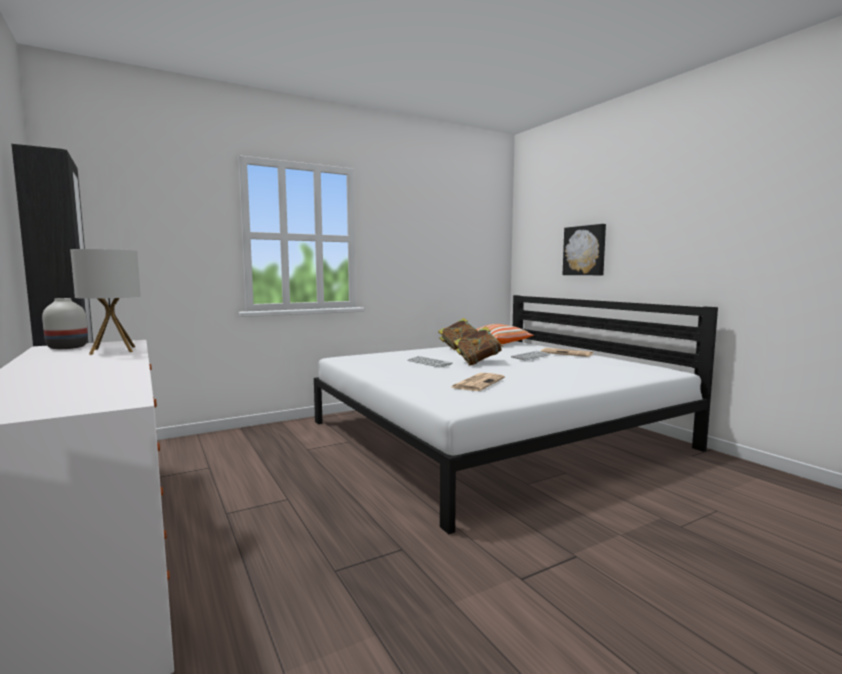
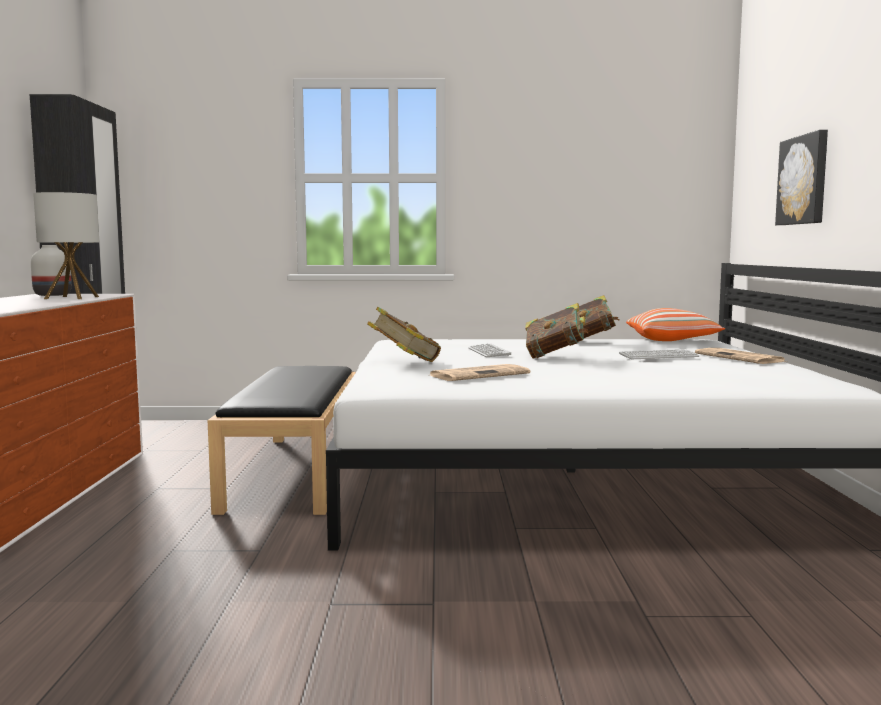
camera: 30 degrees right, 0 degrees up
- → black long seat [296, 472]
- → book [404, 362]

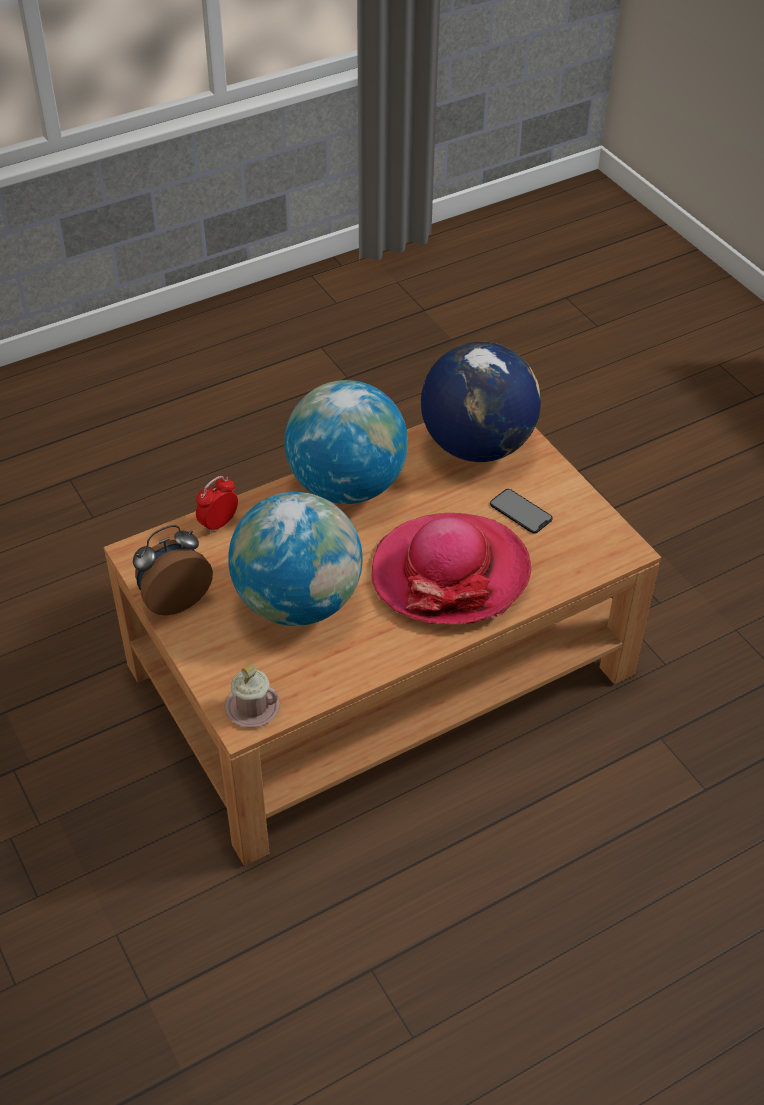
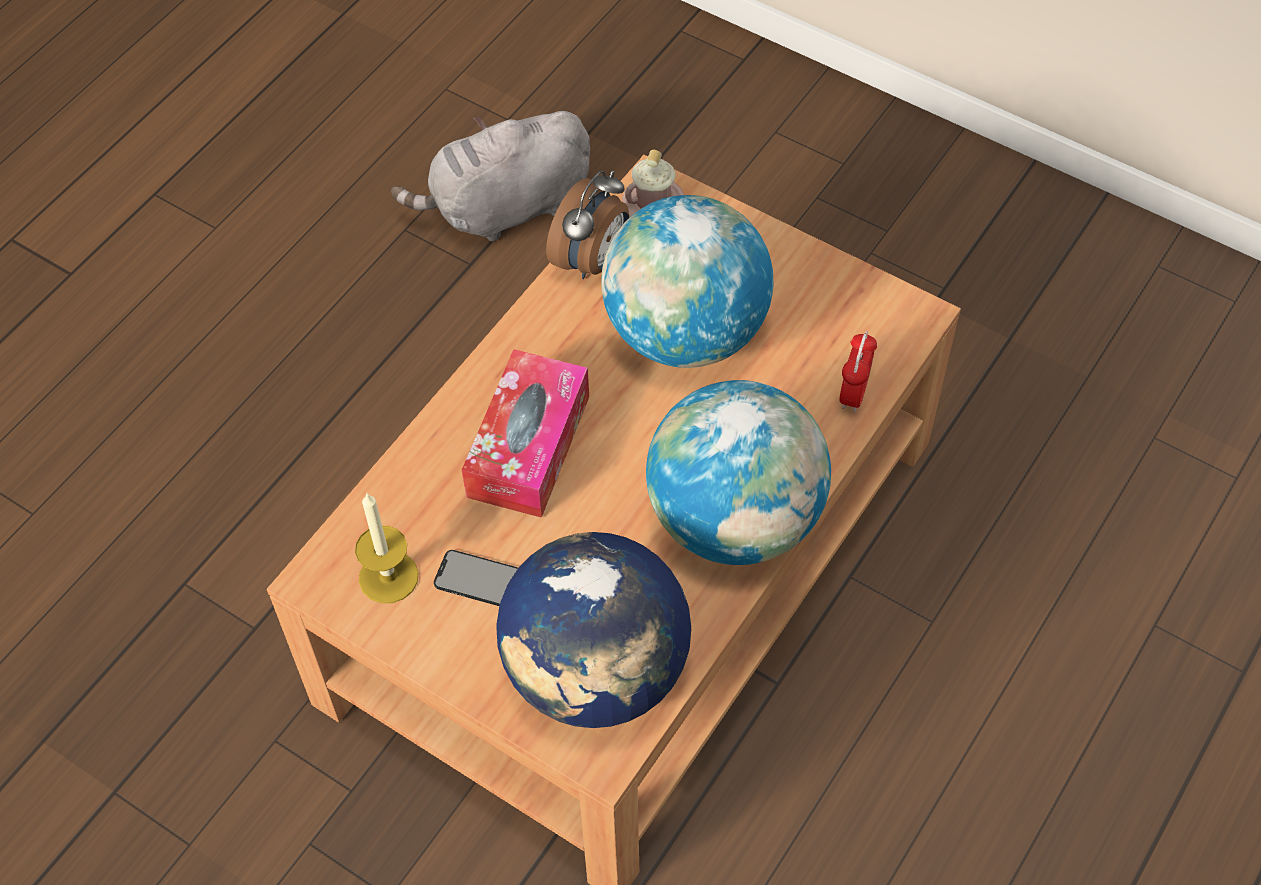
camera: 155 degrees right, 10 degrees up
bedside clock [174, 599] → bedside clock [593, 260], move
hat [450, 573] → tissue box [528, 446]
- → wax light [388, 577]
- → greyish cuddly toy [505, 208]

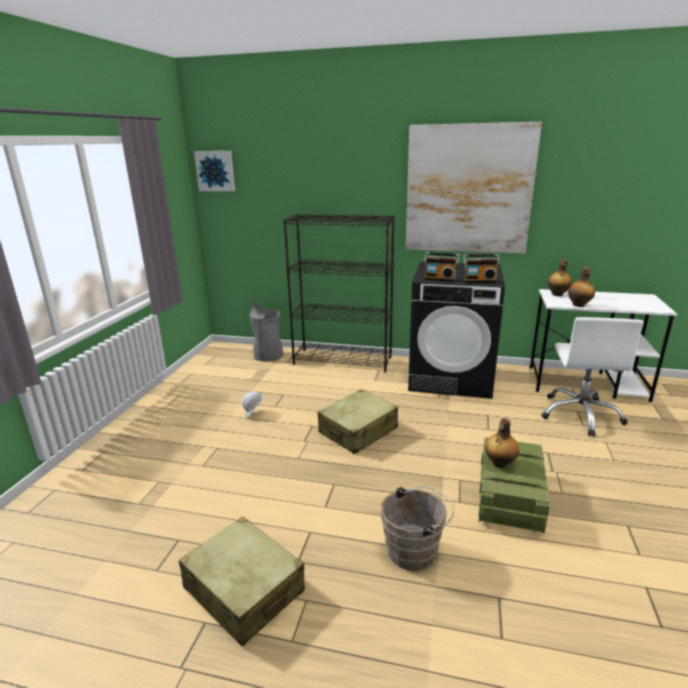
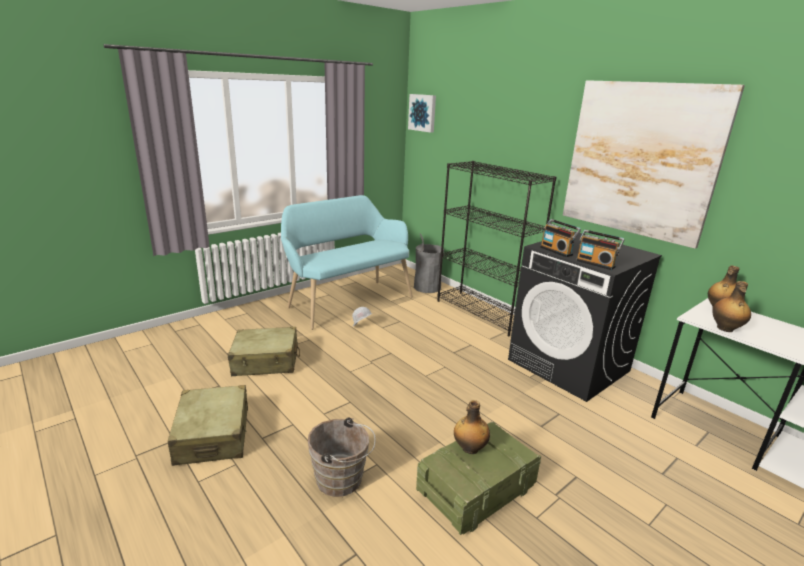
camera: 35 degrees right, 0 degrees up
beige-coloured suitcase [358, 431] → beige-coloured suitcase [266, 361], move
white-coloured desk chair [580, 414] → -
- → turquoise long seat [347, 301]

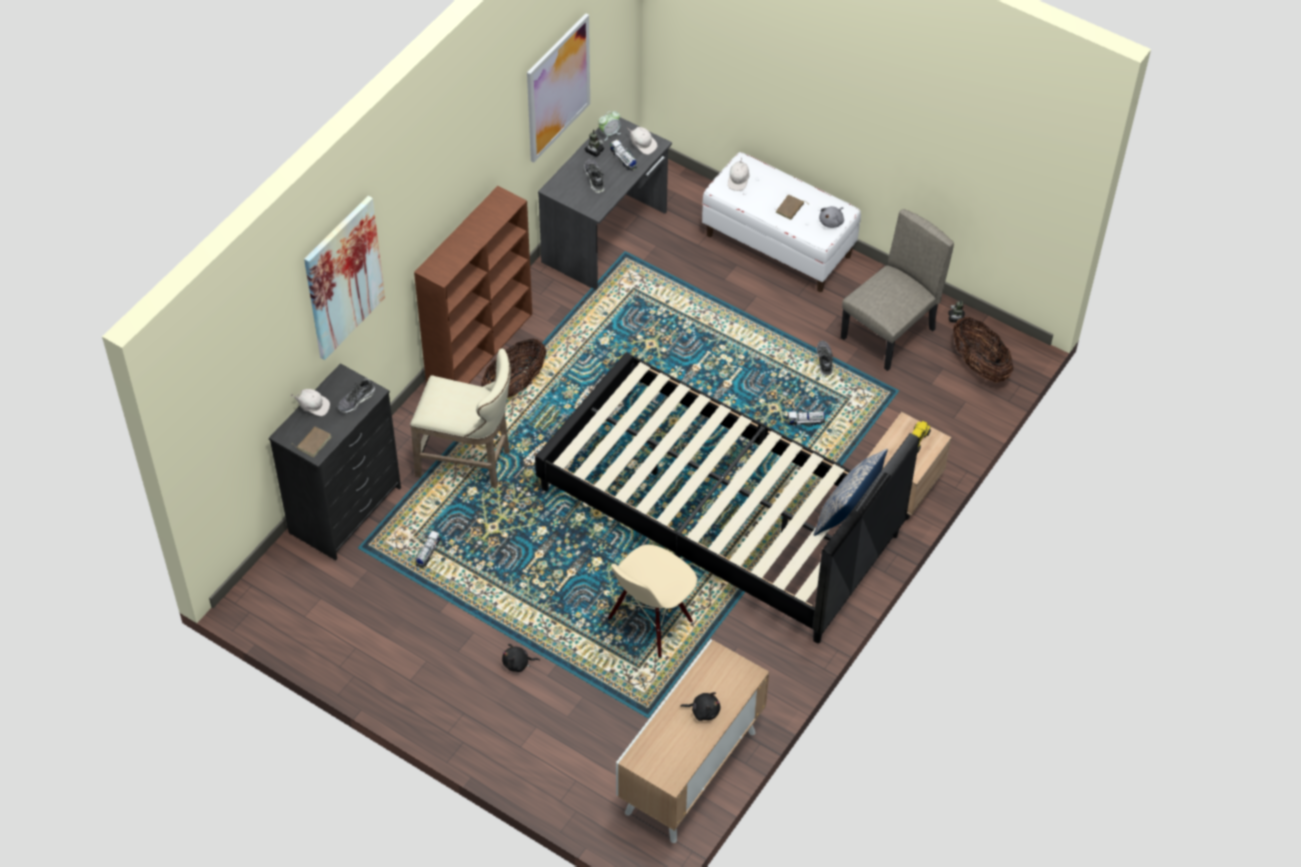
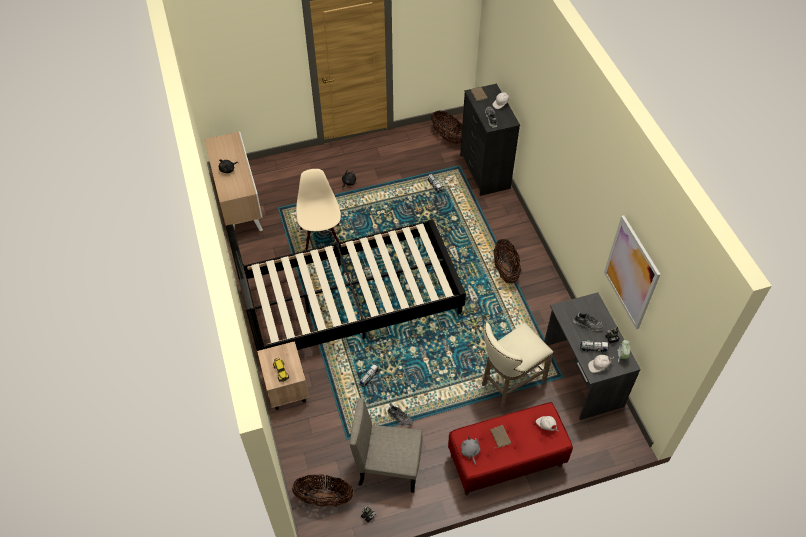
camera: 130 degrees right, 0 degrees up
picture [343, 277] → -
beige-coloured stool seat [469, 463] → beige-coloured stool seat [509, 383], move
brown-coloured shelving unit [480, 347] → -
white-coloured long seat [779, 245] → red-coloured long seat [506, 461]
throw pillow [847, 514] → -
beige-coloured upright chair [889, 334] → beige-coloured upright chair [389, 467], 105 degrees clockwise
- → basket [447, 137]

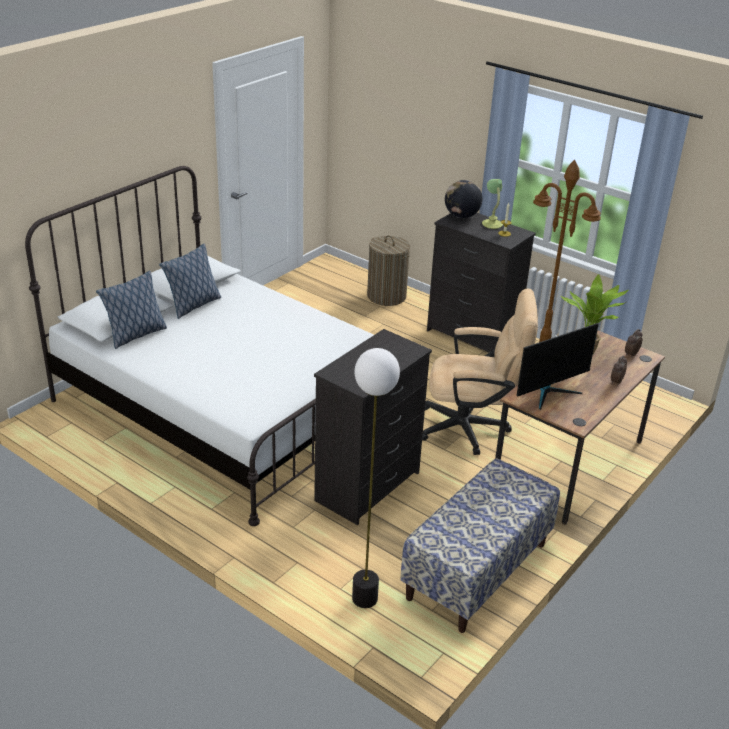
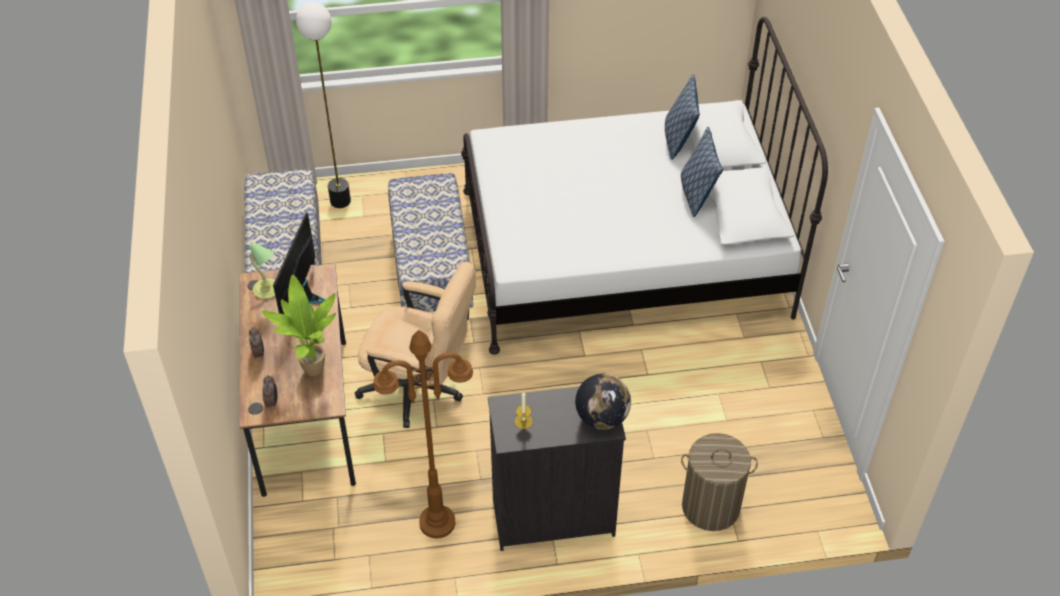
camera: 135 degrees right, 15 degrees up
black chest of drawers [369, 486] → long seat [432, 273]
beige-coloured desk chair [472, 428] → beige-coloured desk chair [420, 389], 120 degrees counterclockwise
table lamp [492, 224] → table lamp [267, 290], move

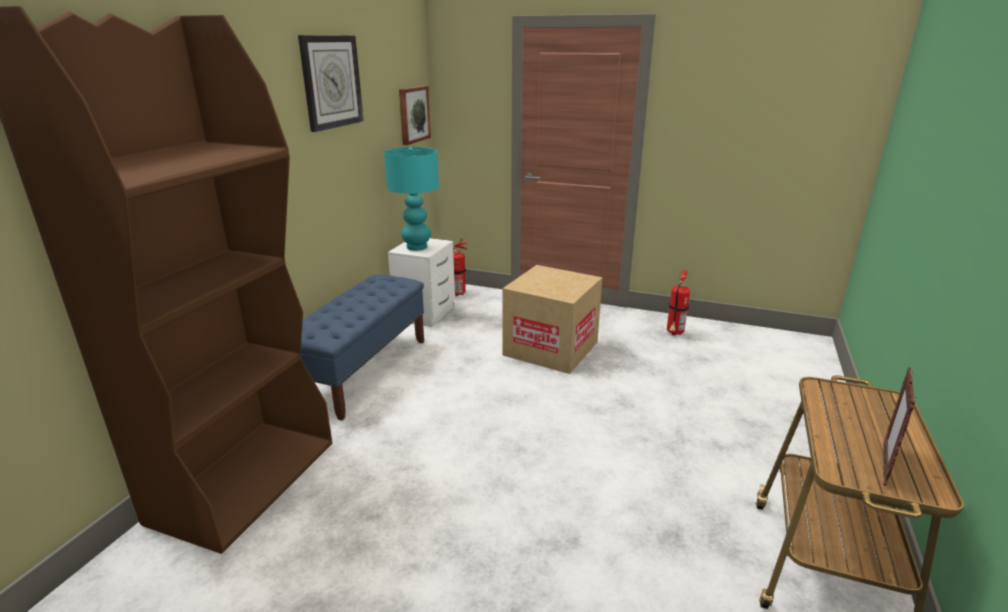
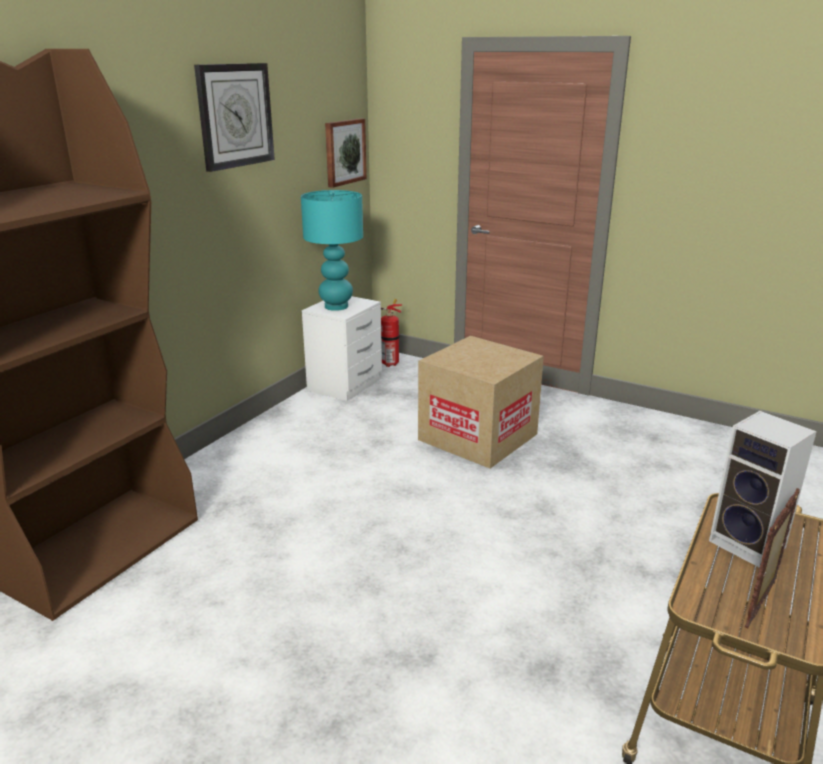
camera: 10 degrees right, 0 degrees up
bluish long seat [363, 371] → -
fire-fighting cylinder [674, 334] → -
- → audio speaker [750, 545]

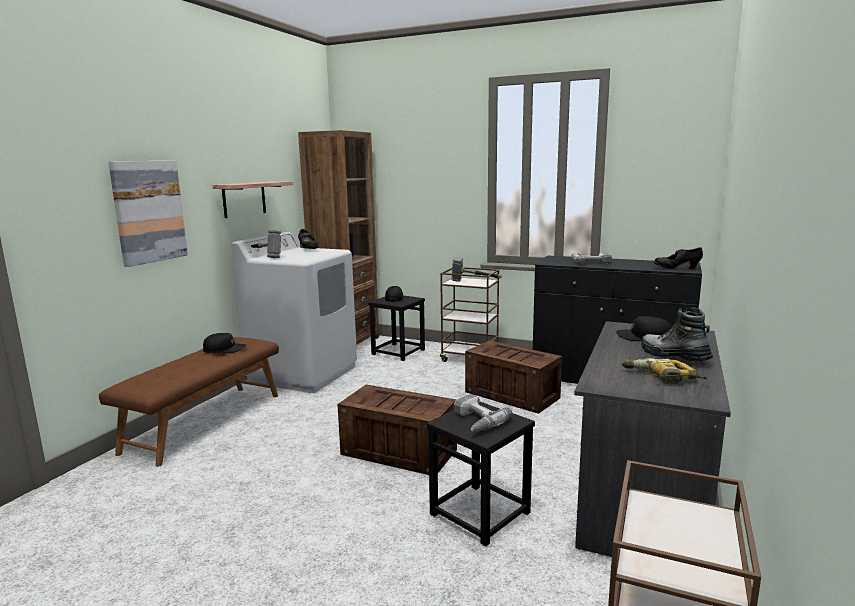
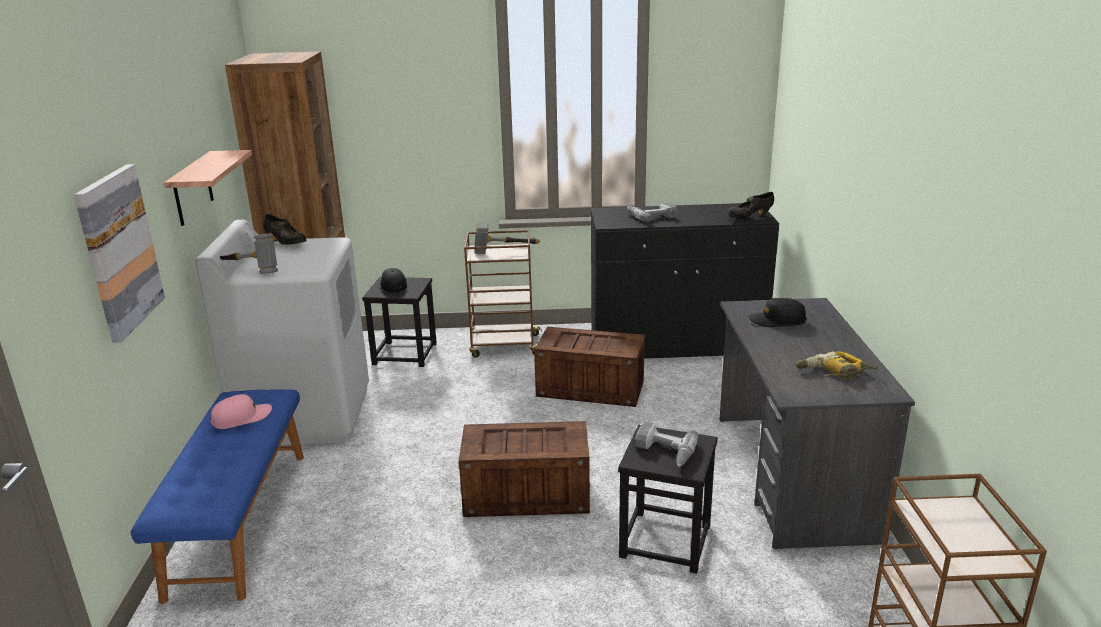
camera: 25 degrees left, 10 degrees up
brown-coloured long seat [204, 422] → bluish long seat [238, 521]
black baseball cap [224, 349] → pink baseball cap [242, 418]
boot [673, 356] → -

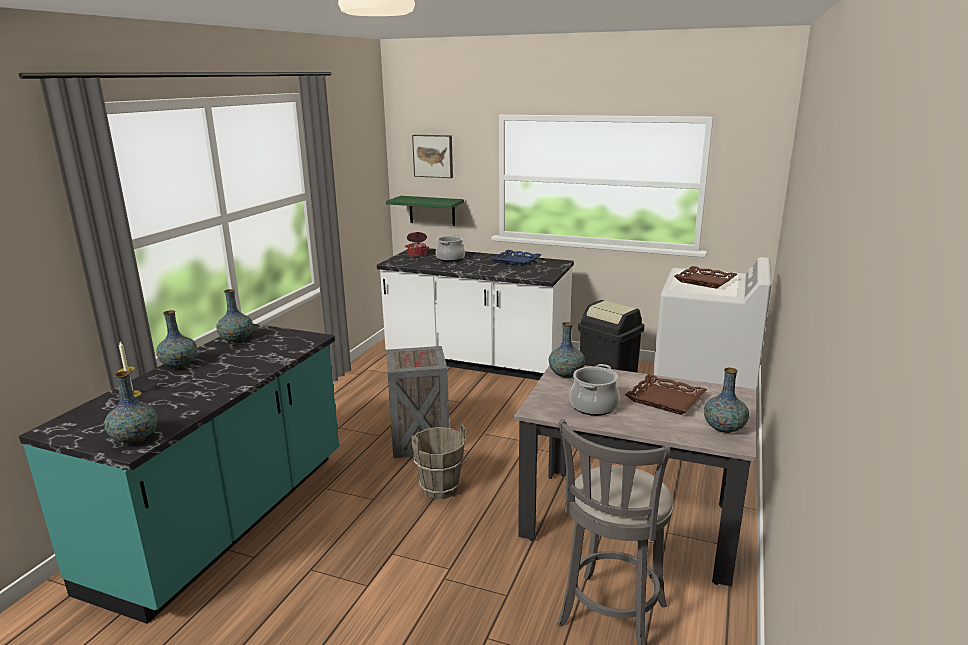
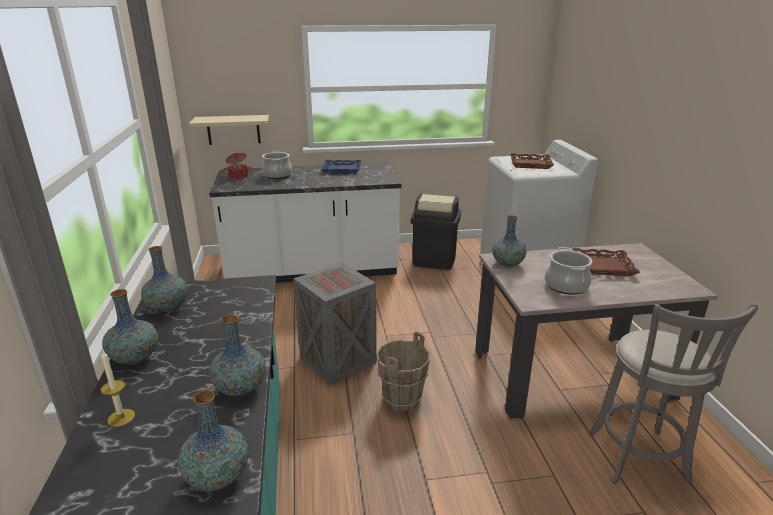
camera: 30 degrees left, 5 degrees up
green wall shelf [432, 210] → beige-coloured wall shelf [233, 129]
picture [433, 156] → -
vase [724, 428] → vase [240, 388], move

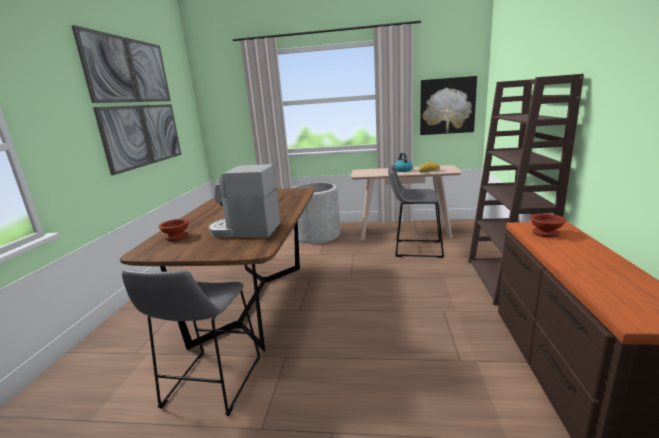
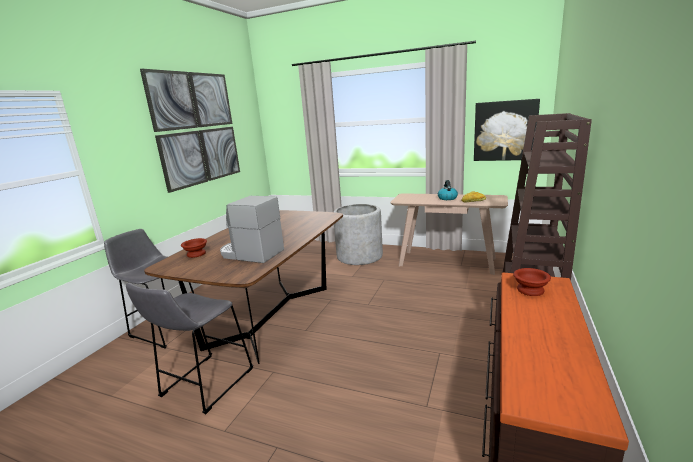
camera: 15 degrees right, 0 degrees up
greyish stool seat [415, 249] → greyish stool seat [165, 328], move

